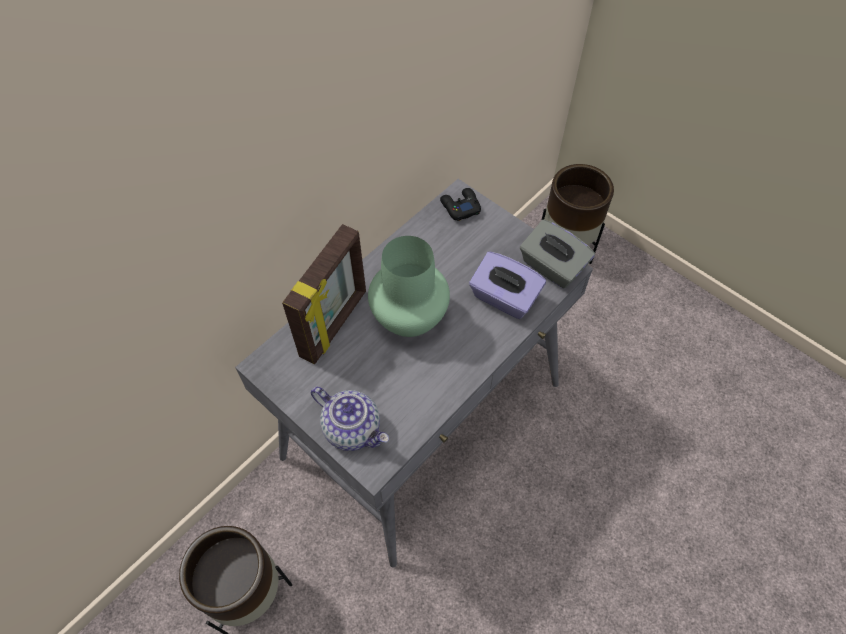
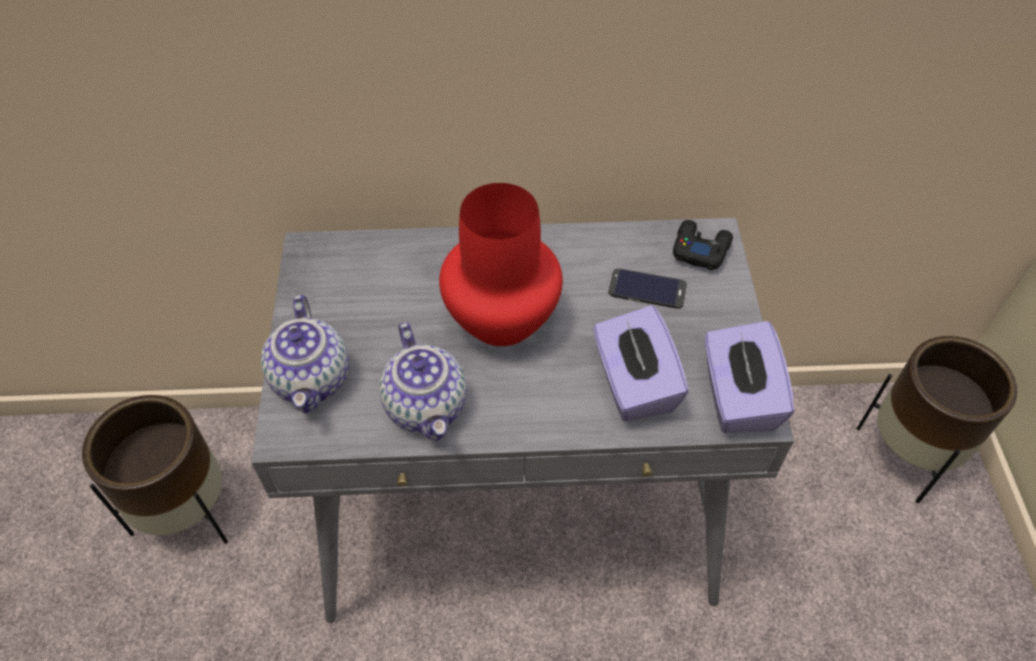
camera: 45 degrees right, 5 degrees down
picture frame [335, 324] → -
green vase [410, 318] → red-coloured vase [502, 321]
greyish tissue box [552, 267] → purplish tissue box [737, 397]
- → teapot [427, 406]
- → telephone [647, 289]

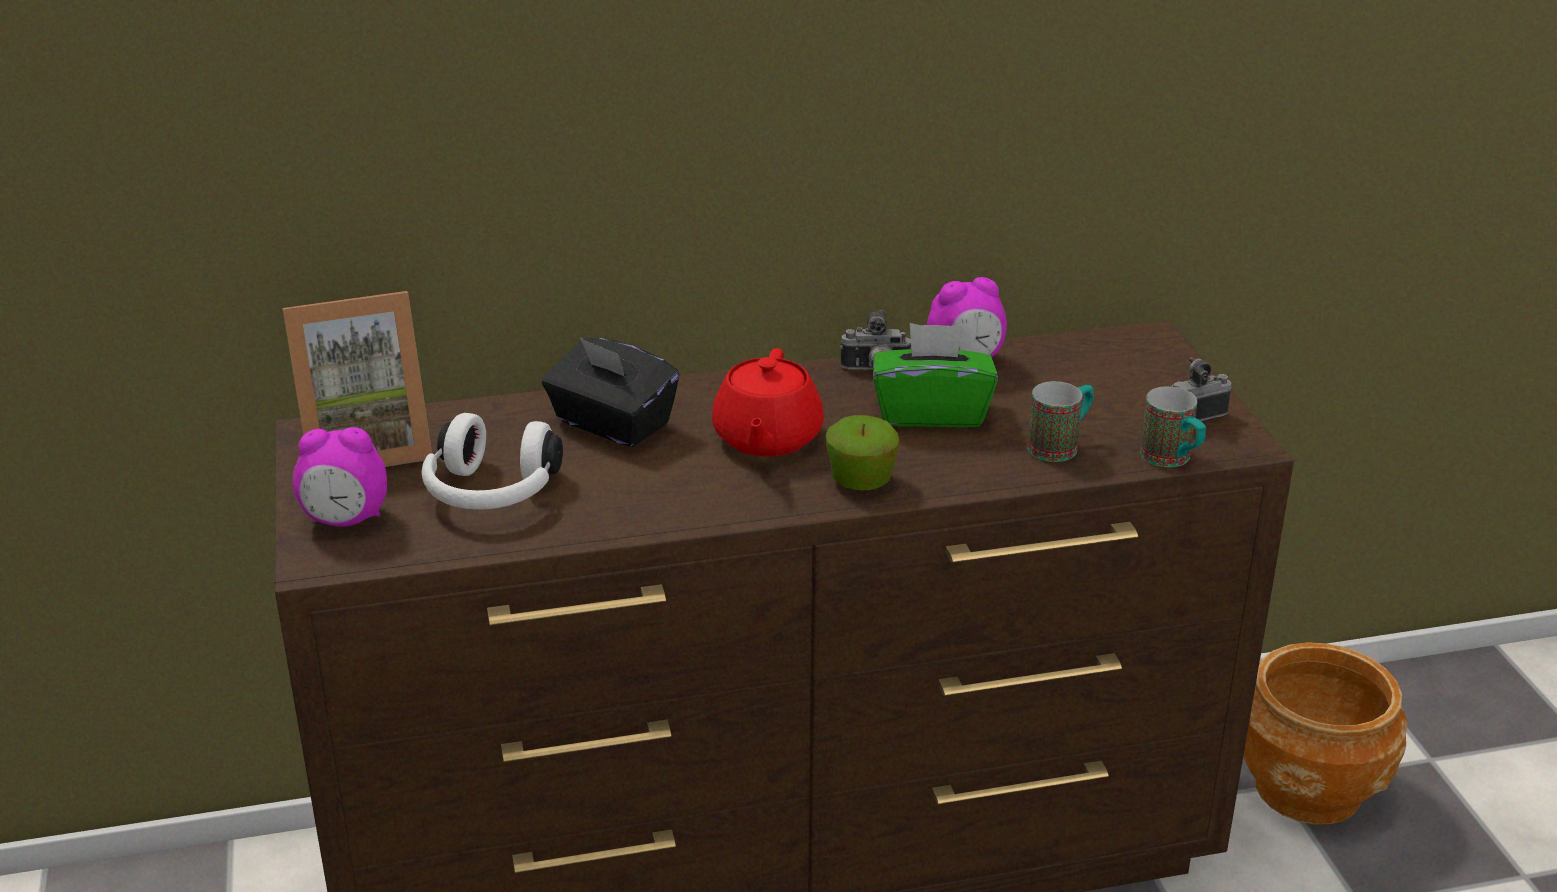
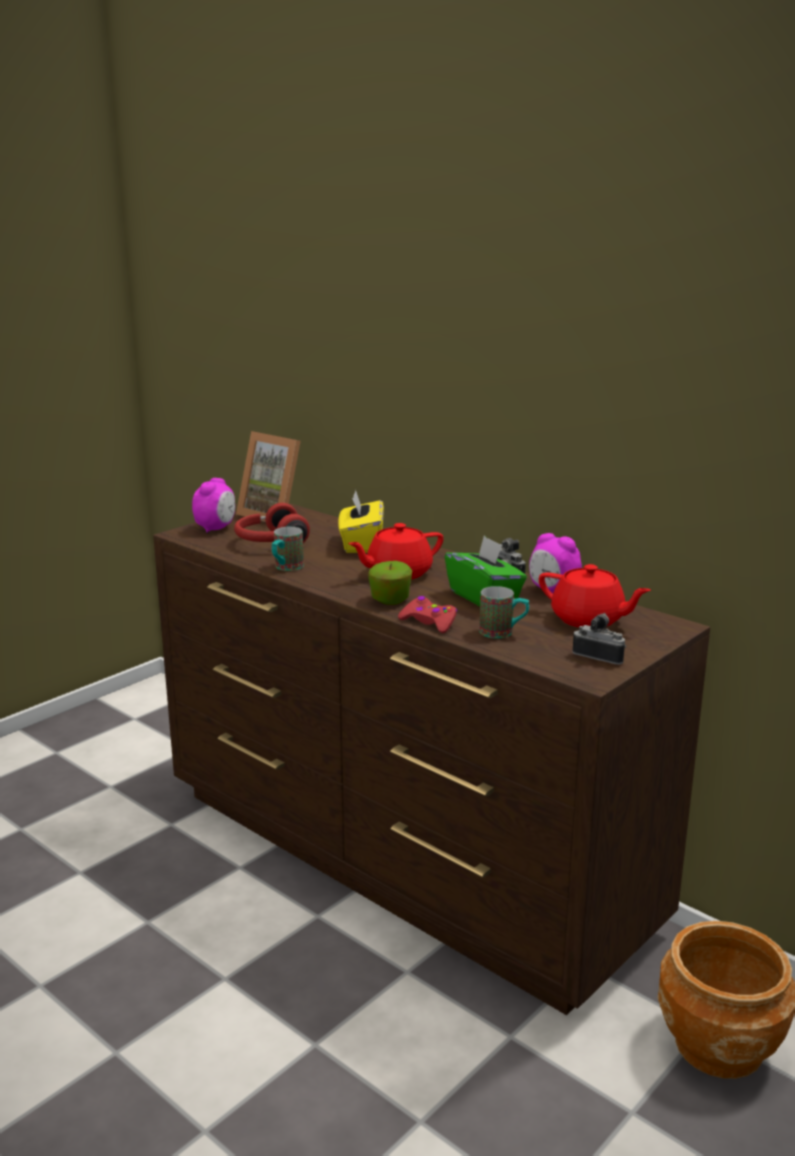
camera: 55 degrees right, 10 degrees down
bedside clock [346, 520] → bedside clock [216, 528], 120 degrees counterclockwise
white-coloured pair of headphones [490, 493] → red-coloured pair of headphones [270, 542]
black tissue box [611, 424] → yellow-coloured tissue box [361, 544]
coffee mug [1172, 460] → coffee mug [286, 568], move
- → red-coloured joypad [429, 622]
- → red-coloured teapot [589, 620]

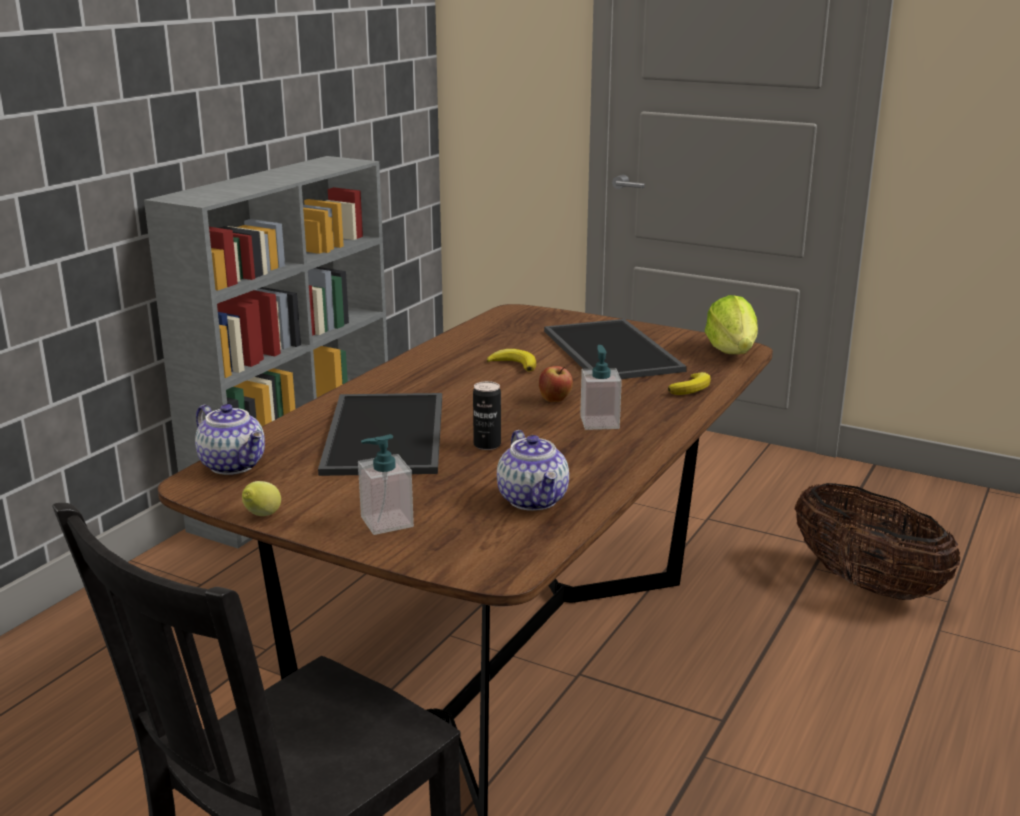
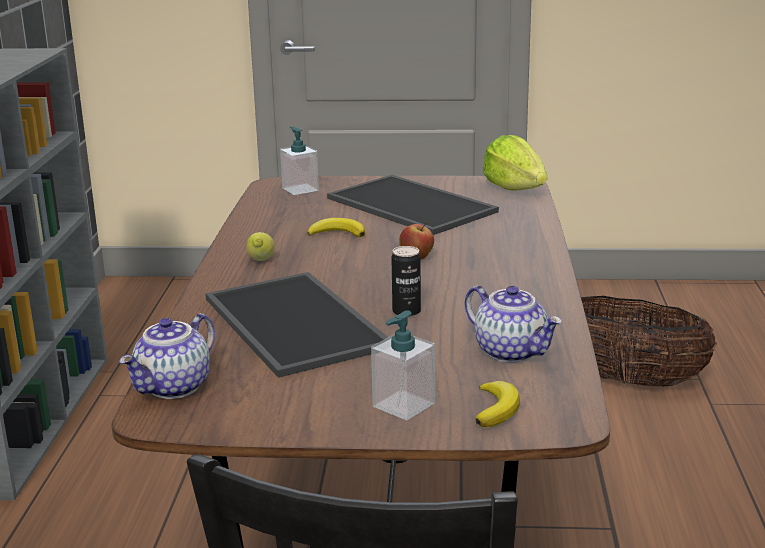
camera: 25 degrees left, 0 degrees up
teapot [234, 465] → teapot [174, 388], 105 degrees clockwise
whole lemon [261, 516] → whole lemon [261, 261], move
soap dispenser [599, 422] → soap dispenser [300, 189], move
banana [691, 388] → banana [496, 408], move

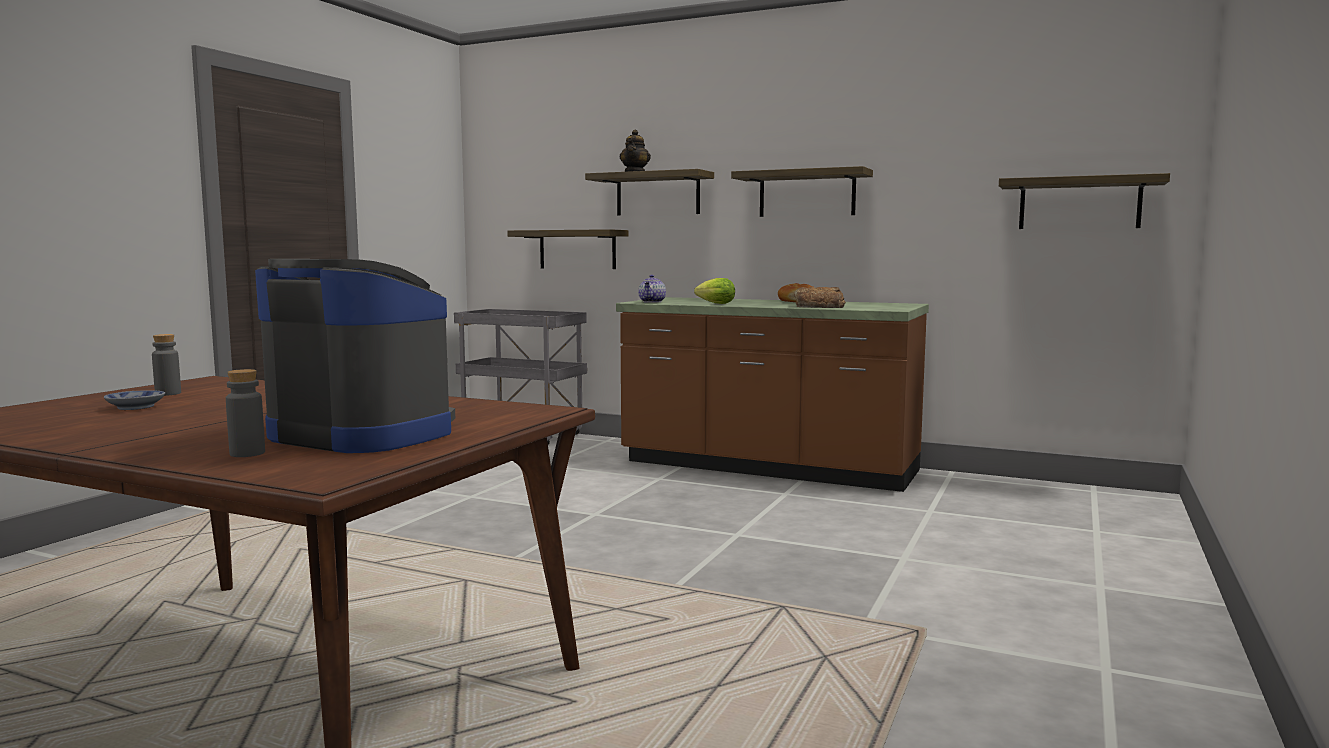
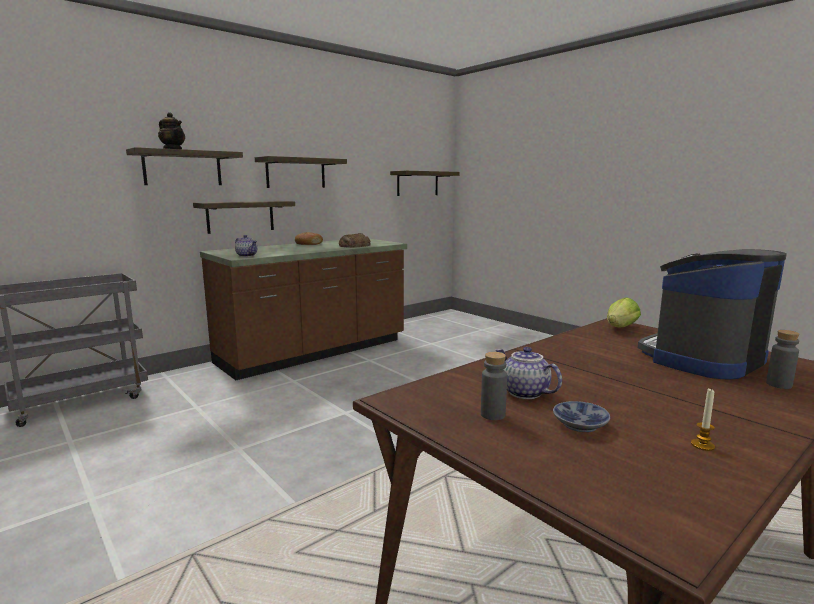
camera: 65 degrees left, 5 degrees up
wall shelf [577, 249] → wall shelf [240, 216], move
lettuce [714, 303] → lettuce [619, 328], move
- → teapot [523, 393]
- → wax light [702, 445]

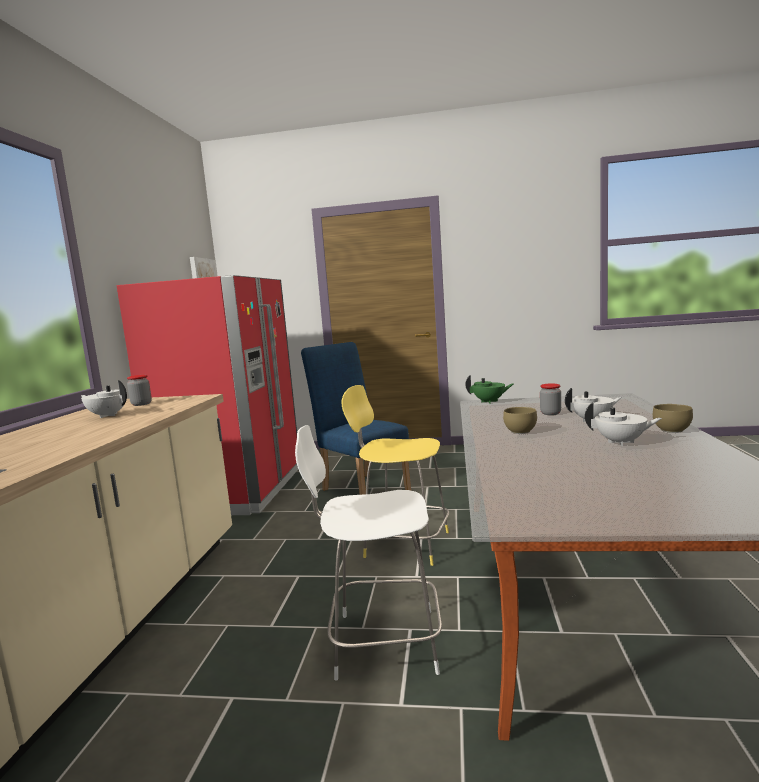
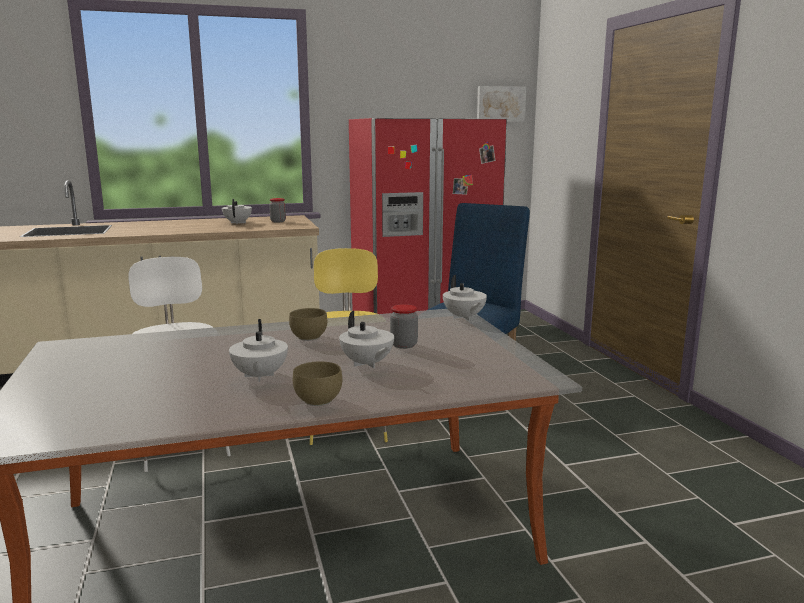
camera: 65 degrees right, 5 degrees up
green teapot [489, 401] → white-coloured teapot [464, 317]

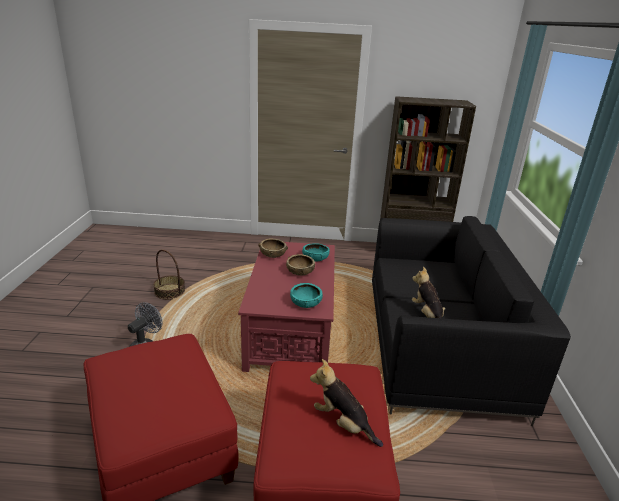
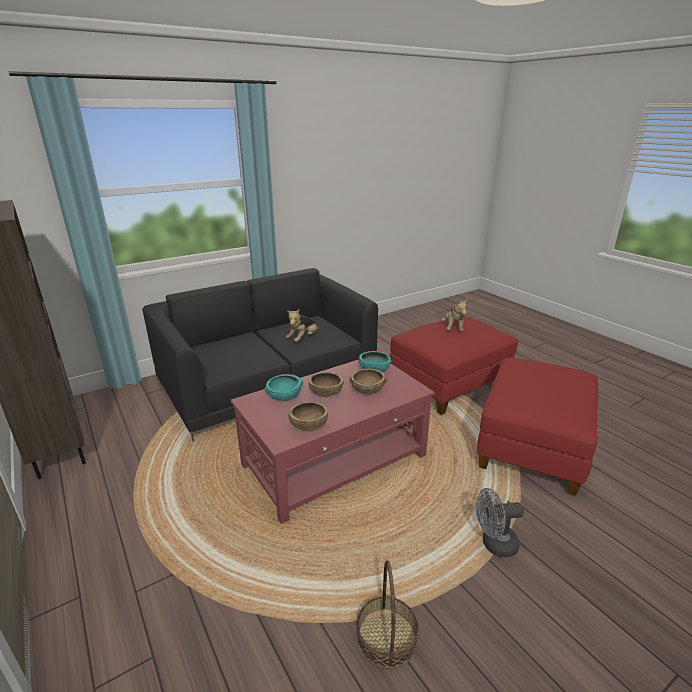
camera: 125 degrees left, 0 degrees up
- → brown-coloured deep dish [368, 390]

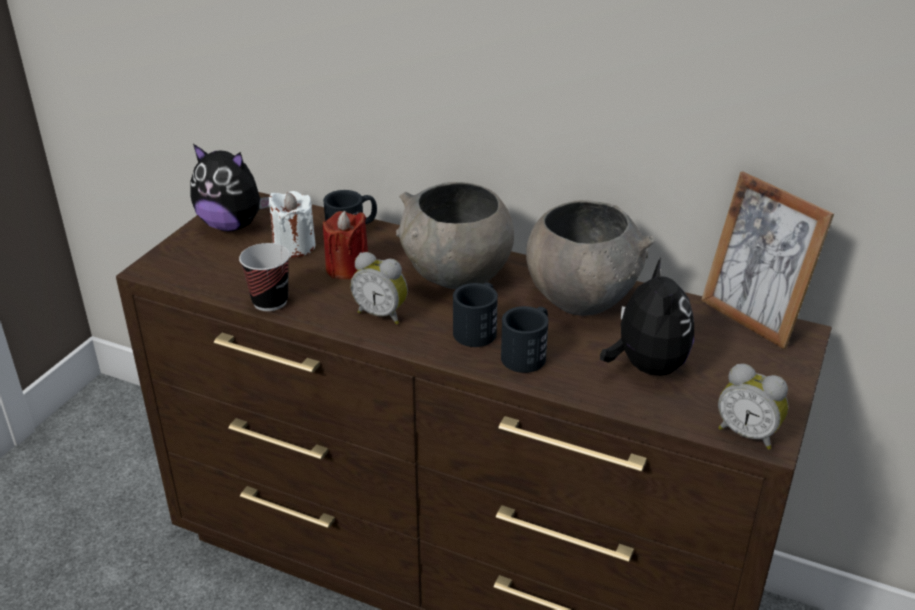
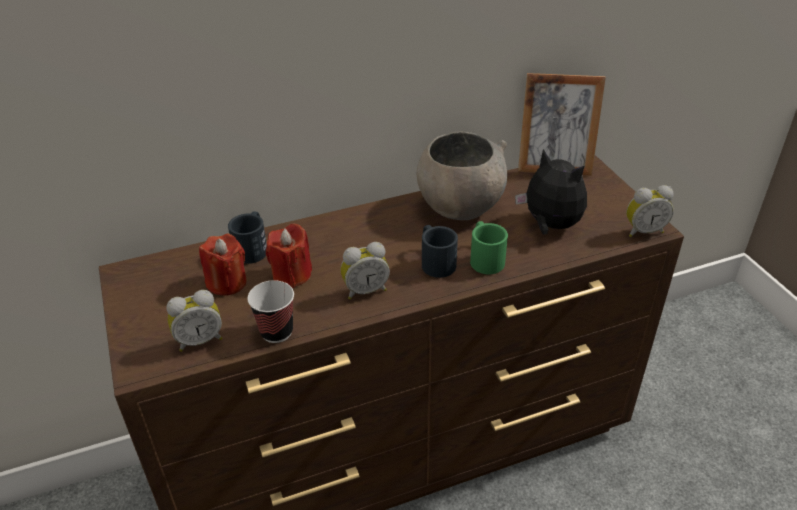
camera: 45 degrees left, 5 degrees up
cuddly toy [232, 225] → -
white-coloured wax light [294, 246] → red-coloured wax light [227, 283]
greyish deep dish [456, 277] → -
black coffee mug [528, 353] → green coffee mug [484, 258]
- → bedside clock [199, 340]

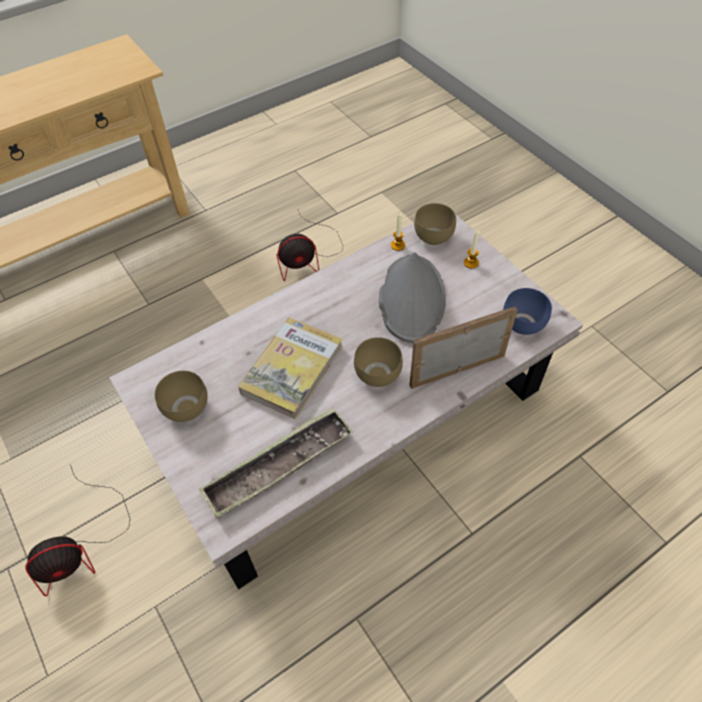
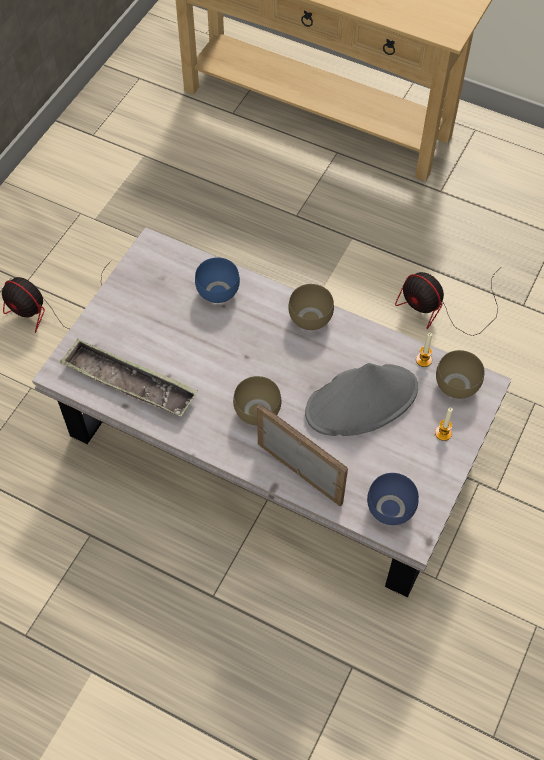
camera: 60 degrees right, 5 degrees up
brown-coloured deep dish [187, 406] → brown-coloured deep dish [312, 318], move
book [292, 369] → -
- → bluish deep dish [220, 292]

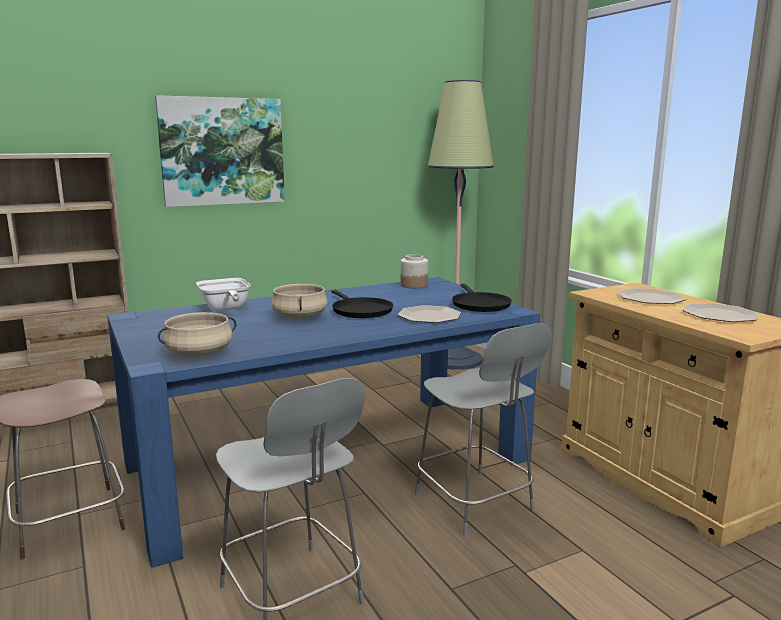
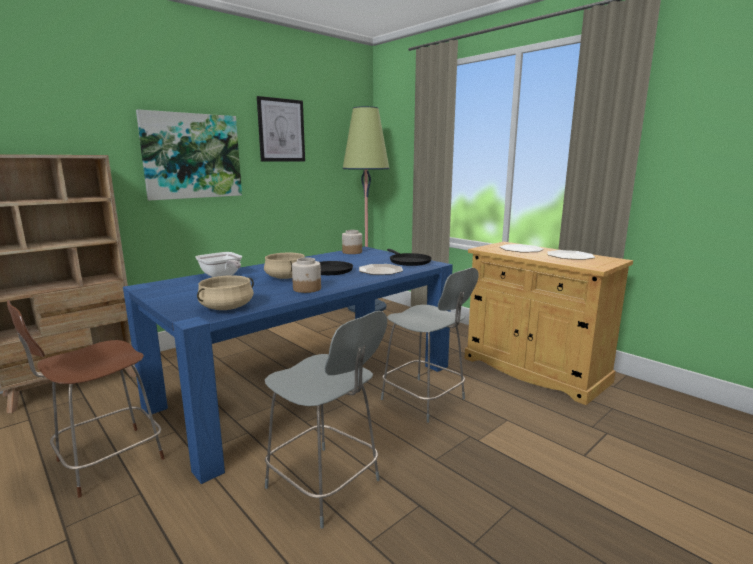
camera: 15 degrees left, 0 degrees up
- → picture [281, 130]
- → storage jar [307, 289]

